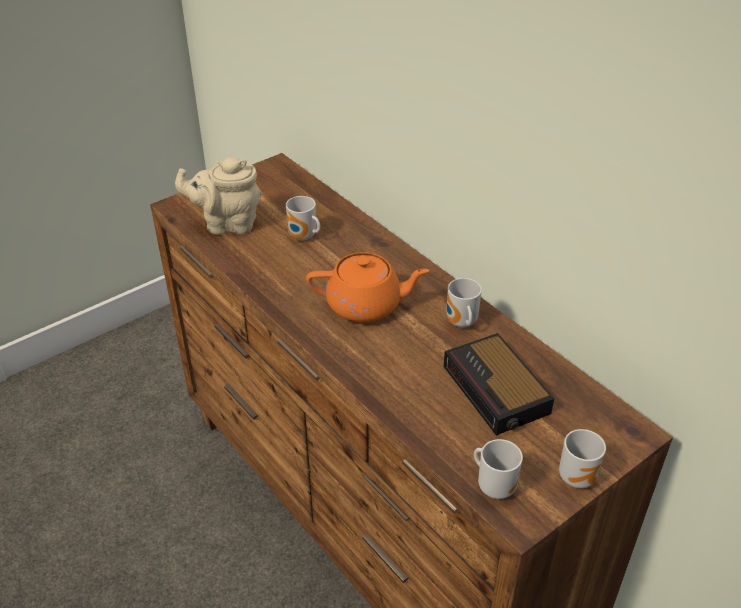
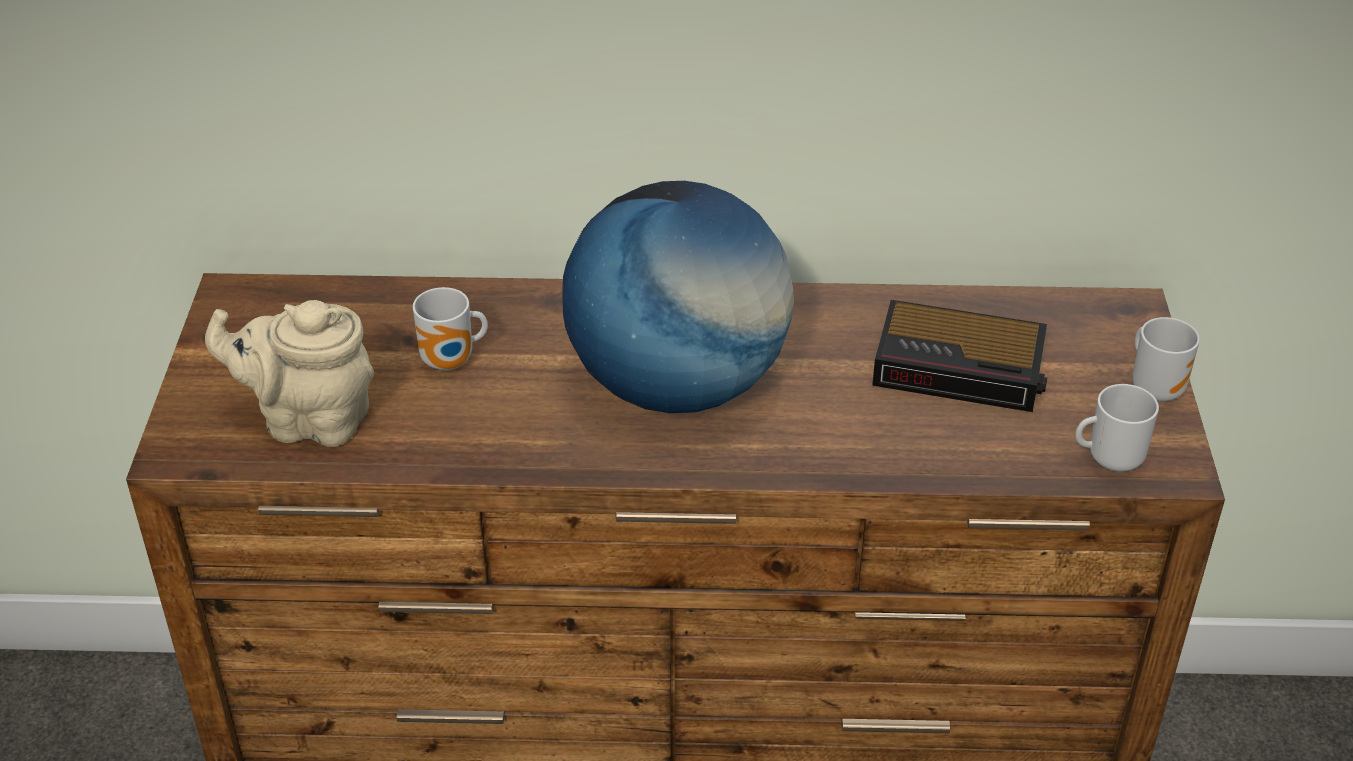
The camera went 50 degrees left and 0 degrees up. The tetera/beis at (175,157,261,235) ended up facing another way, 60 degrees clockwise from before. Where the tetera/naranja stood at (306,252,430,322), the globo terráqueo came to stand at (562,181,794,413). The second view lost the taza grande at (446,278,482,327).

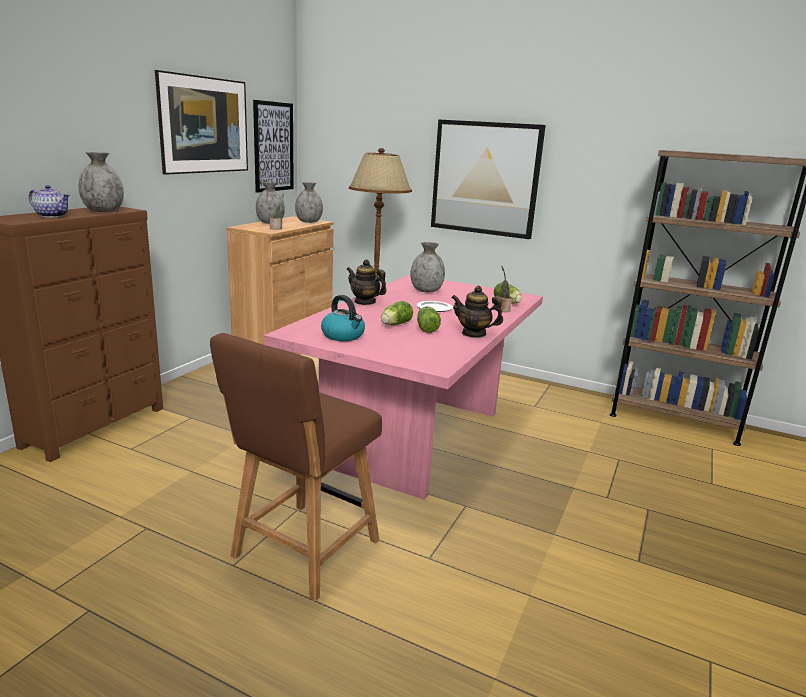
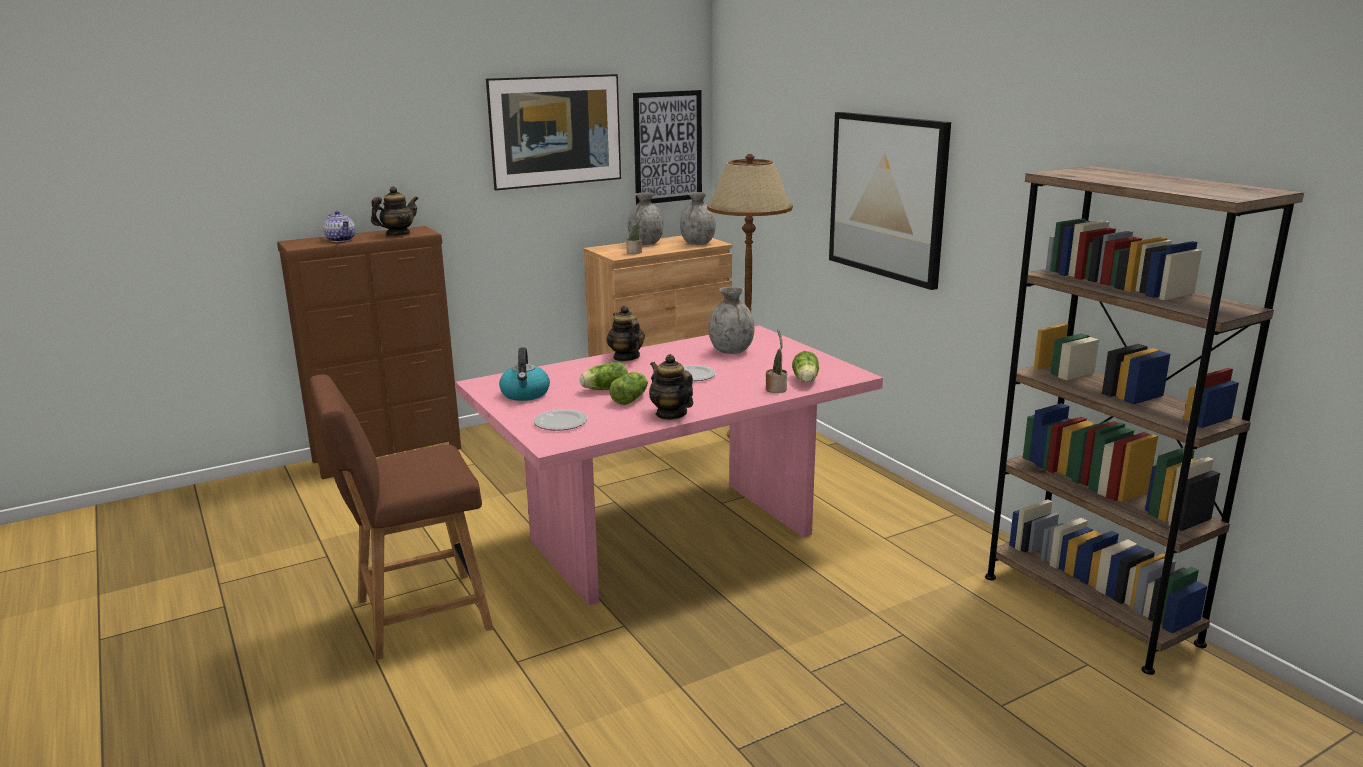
The camera went 35 degrees right and 0 degrees up. Where the florero/gris stood at (79,152,124,212), the tetera came to stand at (371,186,419,236). The second view gained the plato at (534,409,587,431).

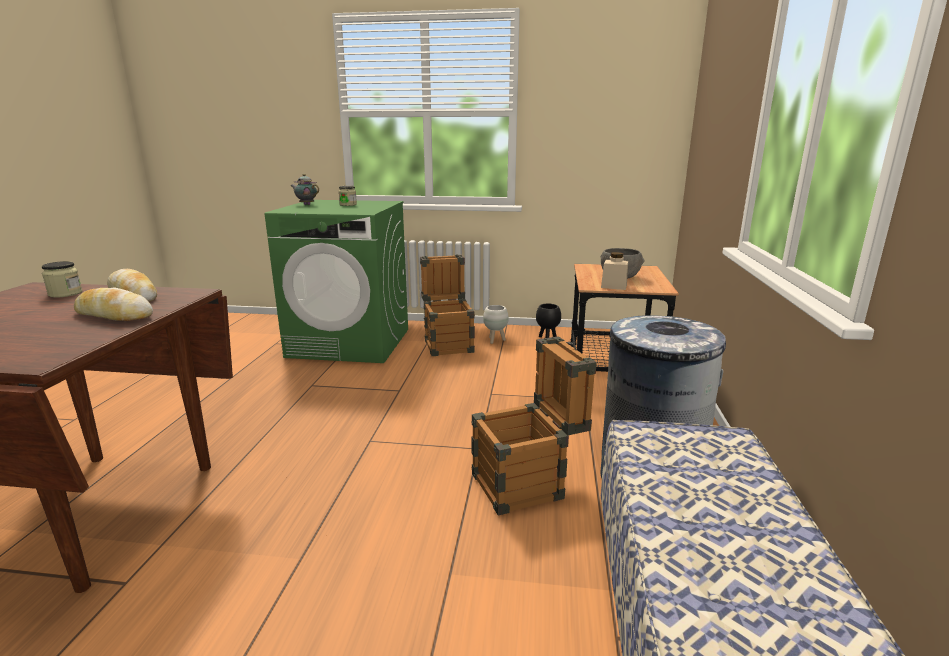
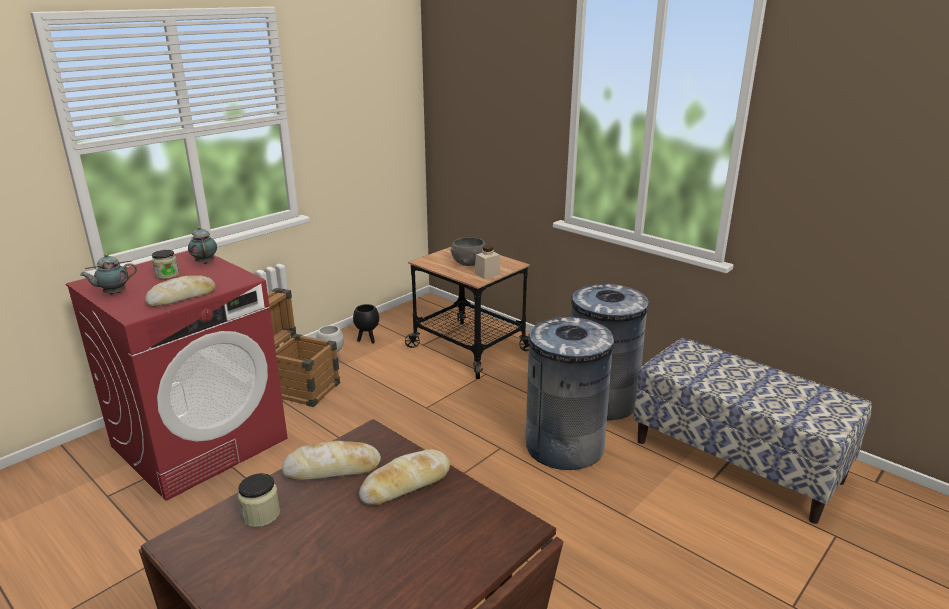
The camera went 55 degrees left and 5 degrees up. What was the lavadora/verde at (265,200,408,363) turned into the lavadora/rojo at (66,251,288,501). Where the caja de embalaje stood at (471,336,597,516), the papelera/gris came to stand at (525,317,614,470). The second view gained the tetera at (188,226,217,264). The second view gained the pan at (145,275,215,307).

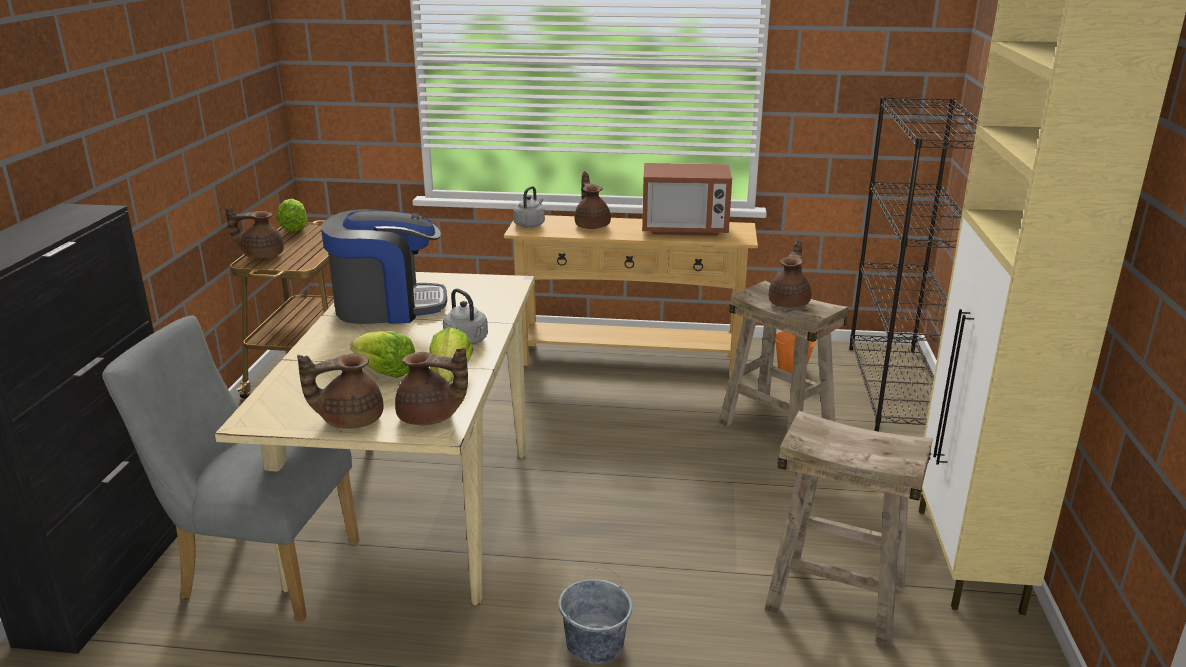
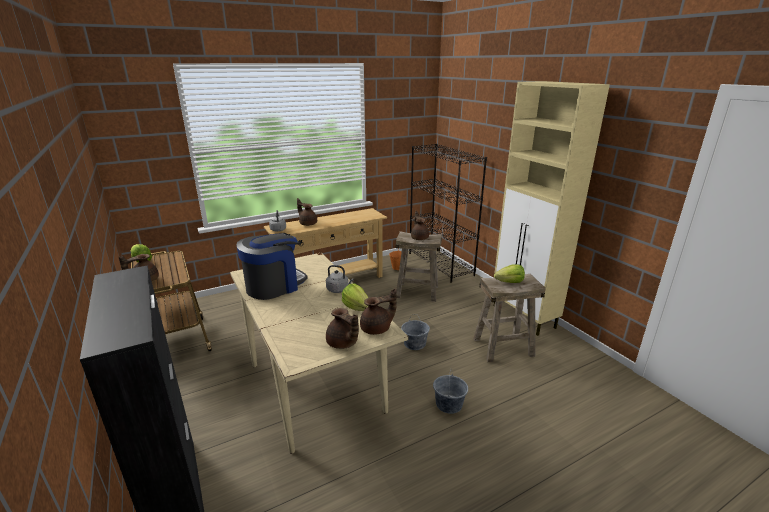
The camera went 35 degrees left and 0 degrees up. The second view lost the microondas at (642,163,732,236). The second view lost the silla/gris at (102,315,359,622). The lechuga ended up elsewhere, having gone from (350,331,415,378) to (494,264,525,283). The tetera/marrón at (297,354,383,429) ended up facing another way, 75 degrees counterclockwise from before. The second view gained the cubo/gris at (401,314,430,350).

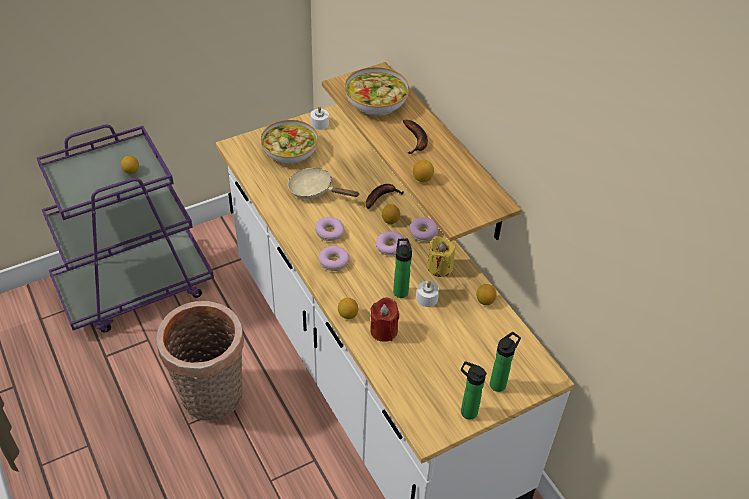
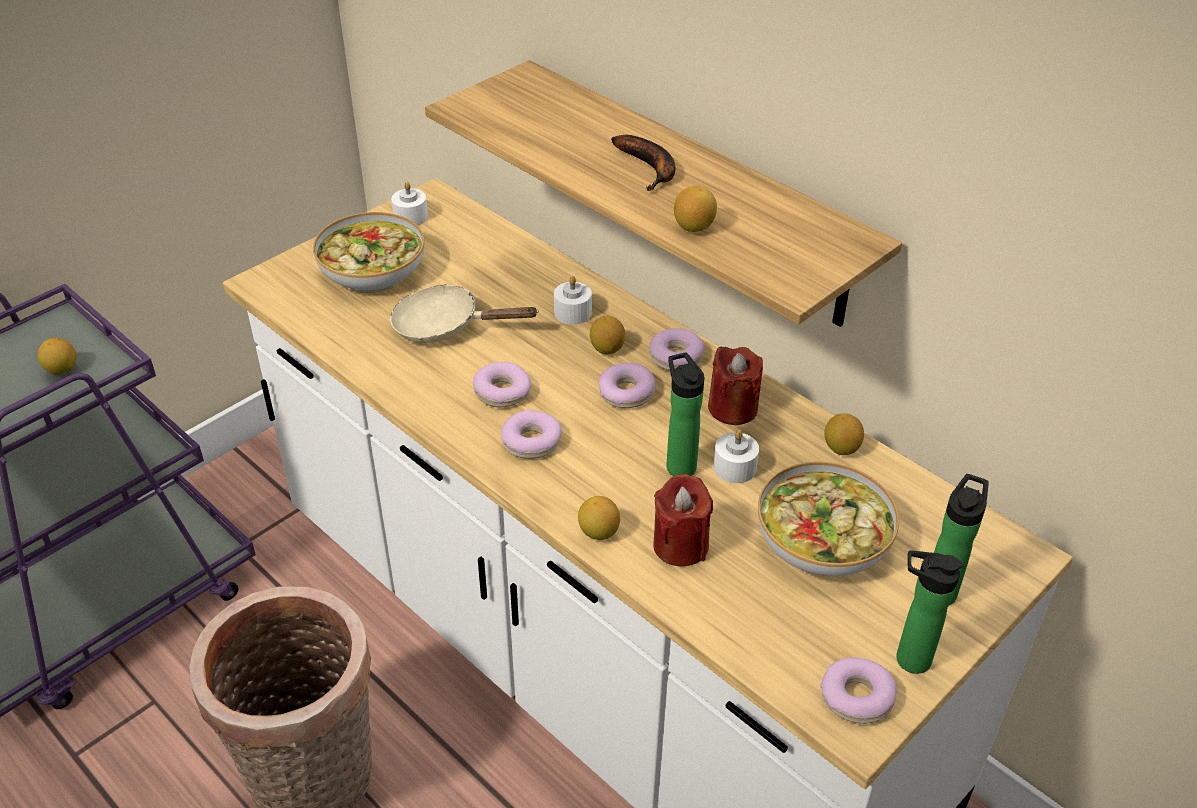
The camera went 15 degrees left and 5 degrees down. The cuenco ended up elsewhere, having gone from (345,67,409,116) to (758,462,899,576). Where the plátano stood at (366,184,404,209), the vela/blanco came to stand at (554,276,592,325). What was the vela/amarillo at (427,236,456,277) turned into the vela/rojo at (708,347,763,425). The second view gained the rosquilla at (820,657,897,724).

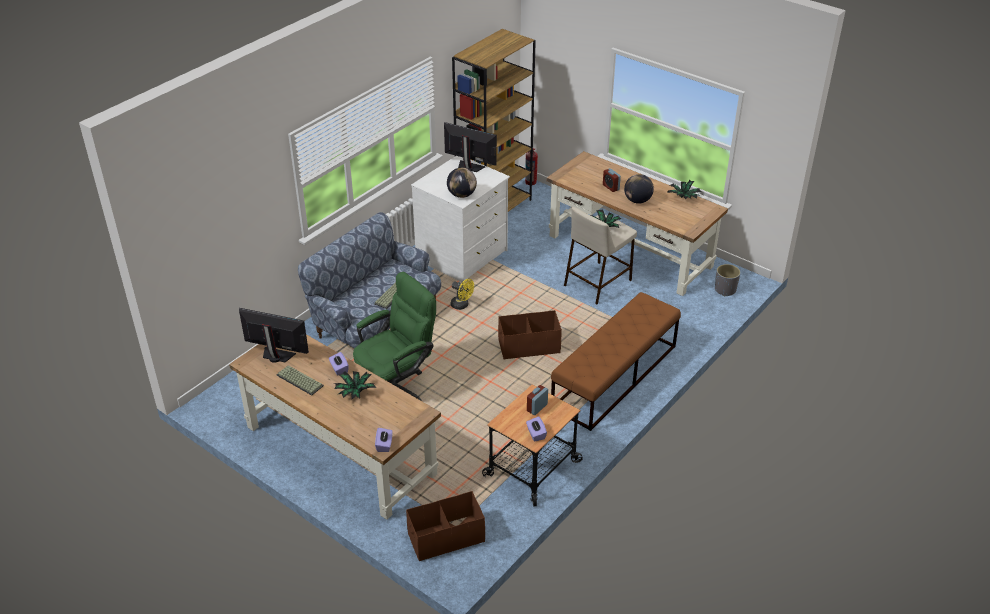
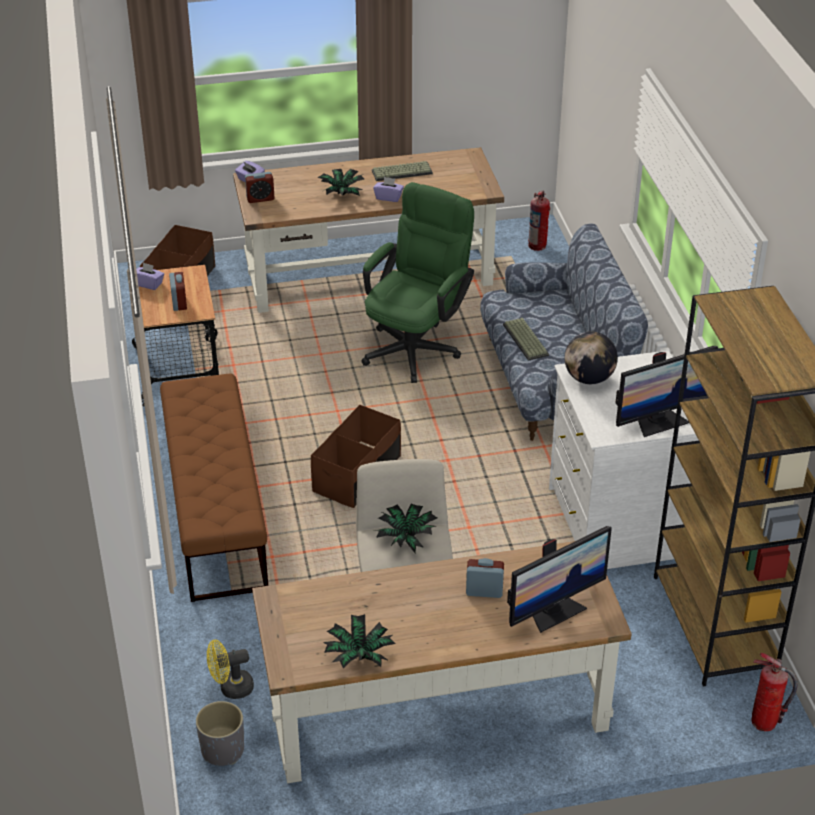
The camera went 130 degrees right and 0 degrees up. The second view lost the globo terráqueo at (624,174,654,204). The silla de oficina/verde at (353,272,436,401) ended up facing another way, 150 degrees counterclockwise from before. The ventilador/amarillo ended up elsewhere, having gone from (451,279,474,310) to (207,640,254,699). The monitor ended up elsewhere, having gone from (239,308,309,362) to (507,526,612,633). The second view gained the despertador at (245,172,275,203). The second view gained the extintor at (528,190,550,251).

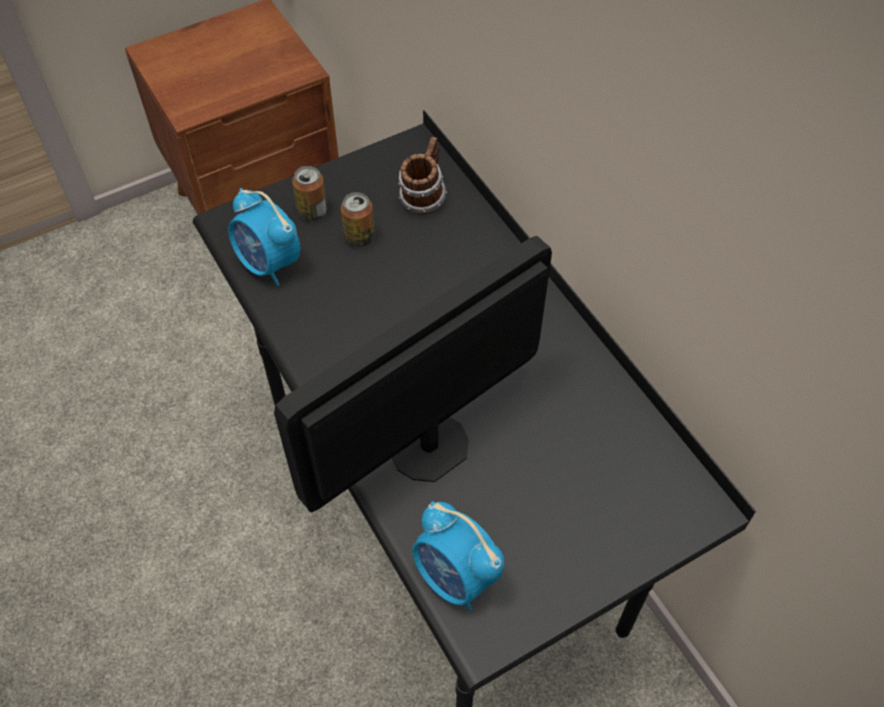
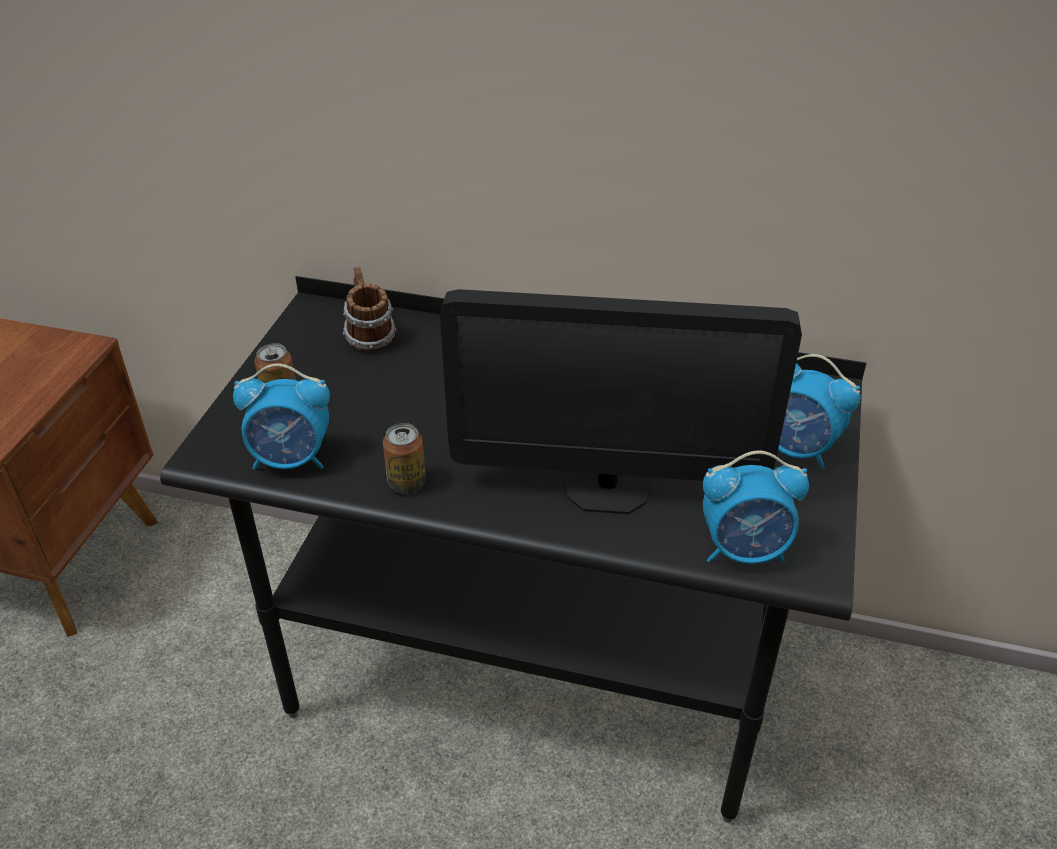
The camera went 45 degrees left and 15 degrees down. The lata ended up elsewhere, having gone from (341,192,375,247) to (383,423,426,494). The monitor at (274,236,552,513) ended up facing another way, 90 degrees counterclockwise from before. The second view gained the despertador at (778,354,860,469).

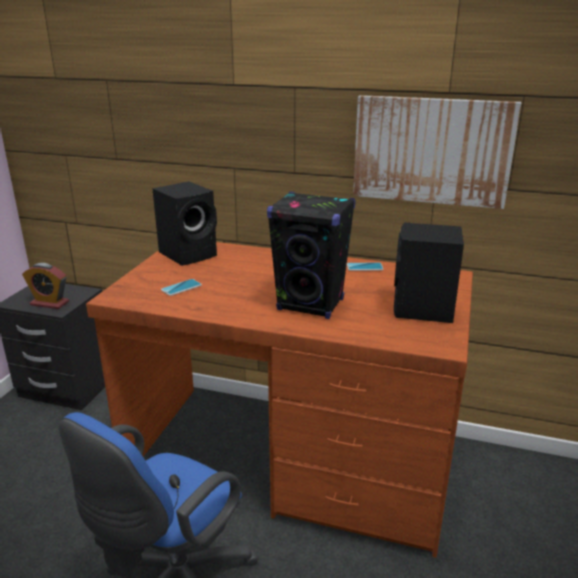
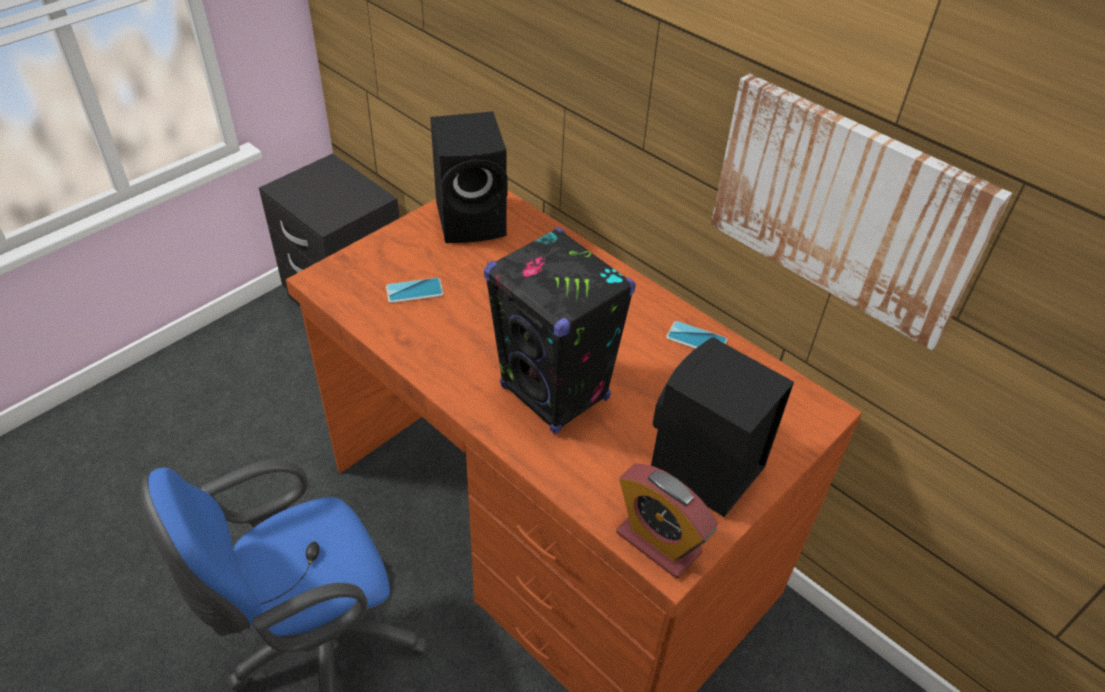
The camera went 25 degrees right and 20 degrees up. The despertador ended up elsewhere, having gone from (22,263,69,309) to (616,463,718,578).

